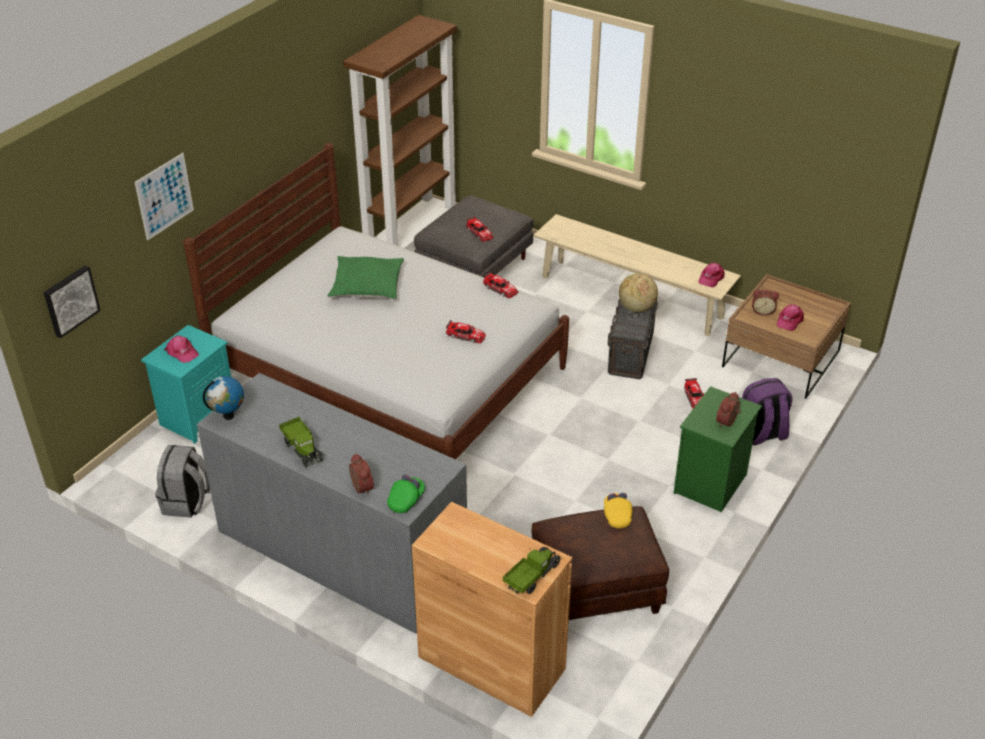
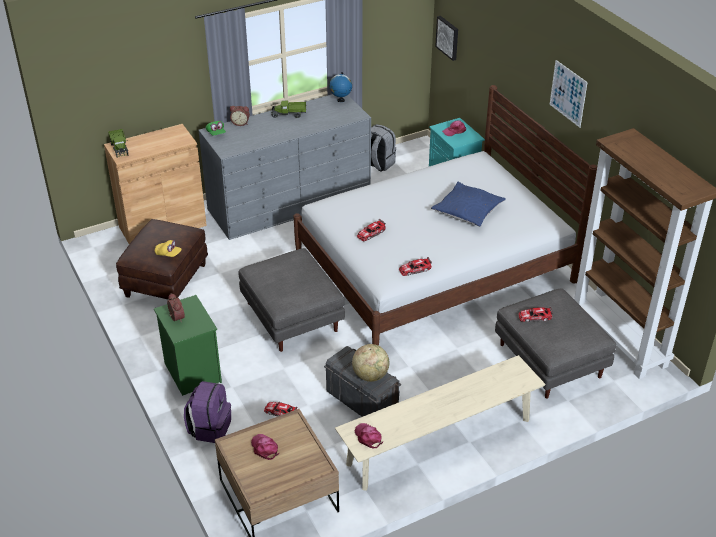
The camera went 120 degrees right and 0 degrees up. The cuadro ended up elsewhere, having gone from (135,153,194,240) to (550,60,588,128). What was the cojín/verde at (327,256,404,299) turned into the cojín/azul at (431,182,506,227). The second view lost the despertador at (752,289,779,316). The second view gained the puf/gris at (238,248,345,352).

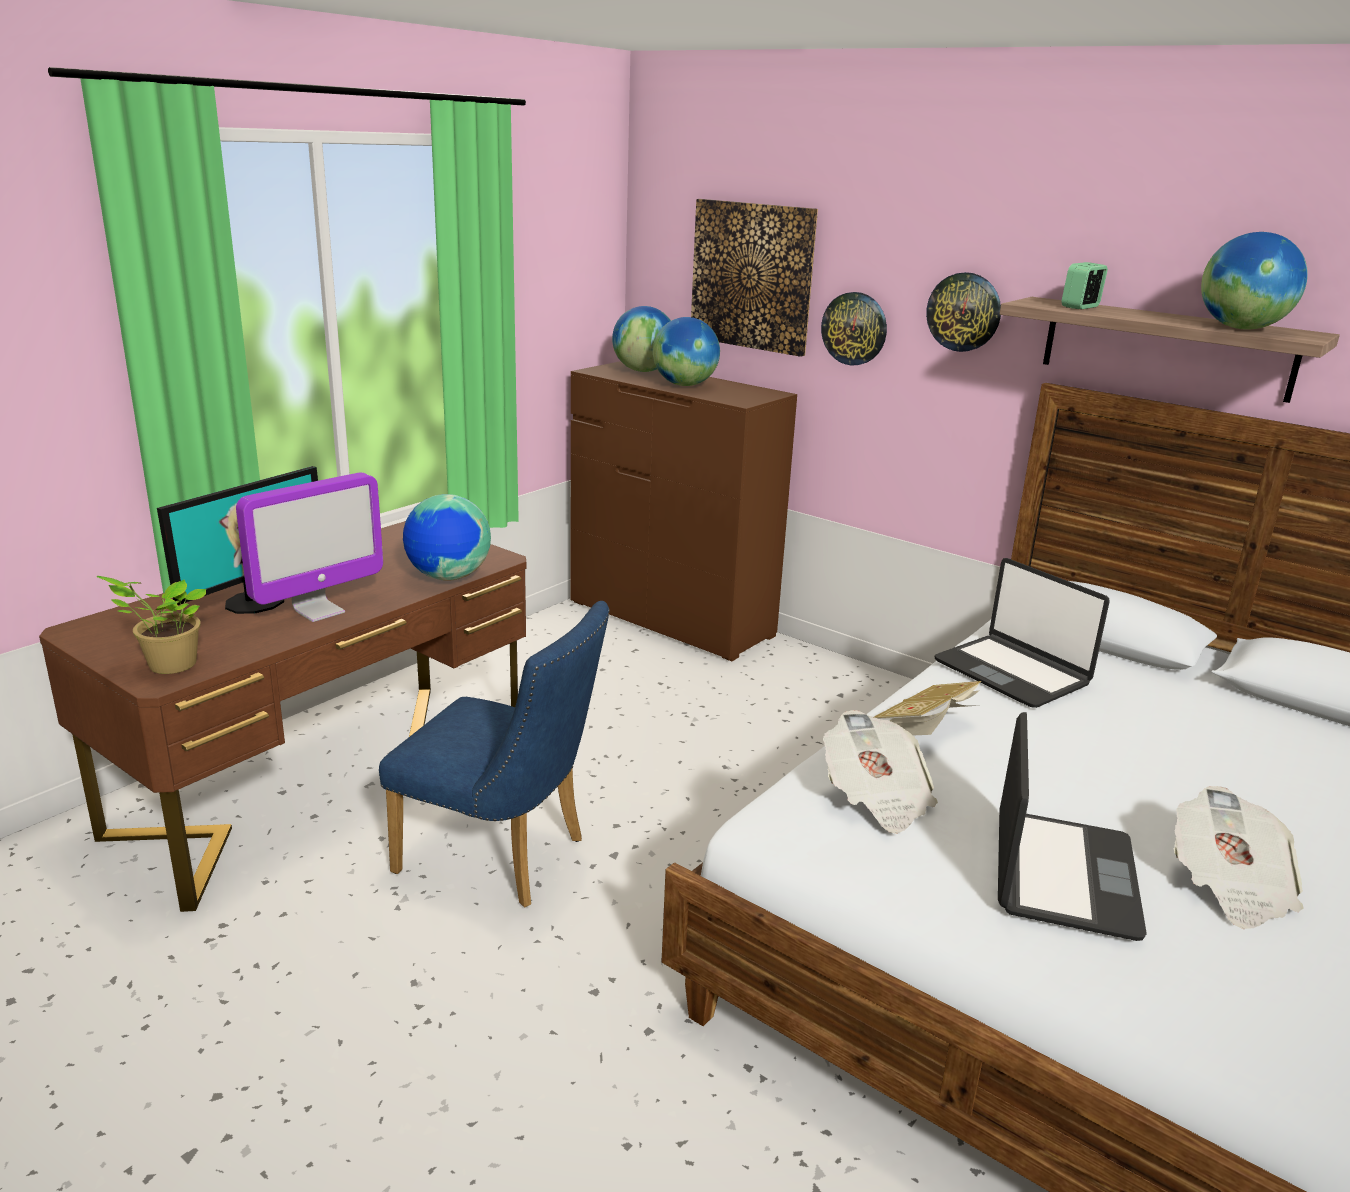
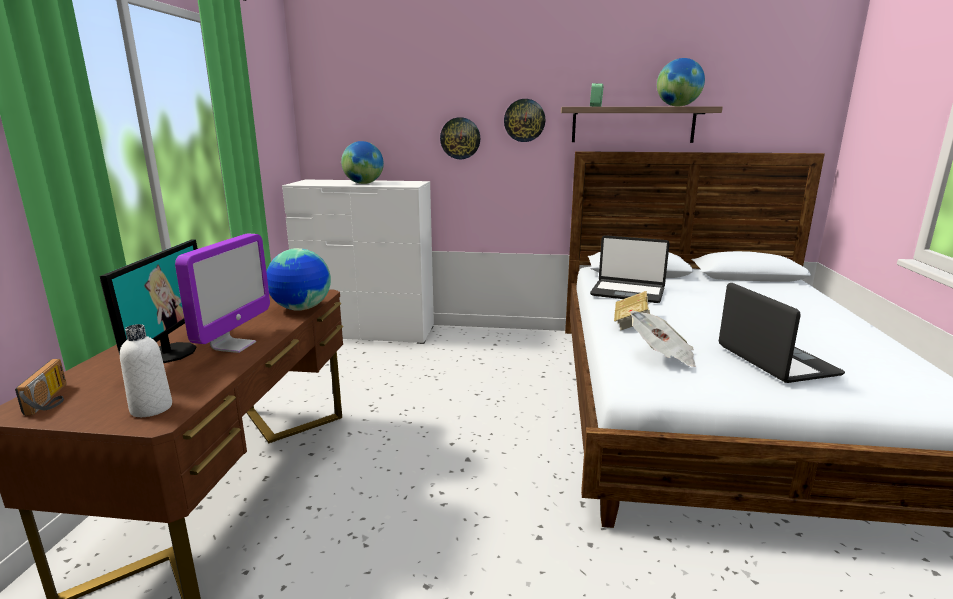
The camera went 30 degrees left and 5 degrees down. The second view lost the cuadro at (691,199,818,357). The second view lost the globo terráqueo at (612,306,671,372). What was the cómoda/marrón at (570,361,797,661) turned into the cómoda/blanco at (282,179,434,344). Where the planta en maceta stood at (96,576,206,674), the botella/blanco came to stand at (120,324,172,417). The second view lost the silla/azul at (379,601,610,908). The second view lost the periódico at (1173,786,1304,929). The second view gained the radio at (15,359,67,416).

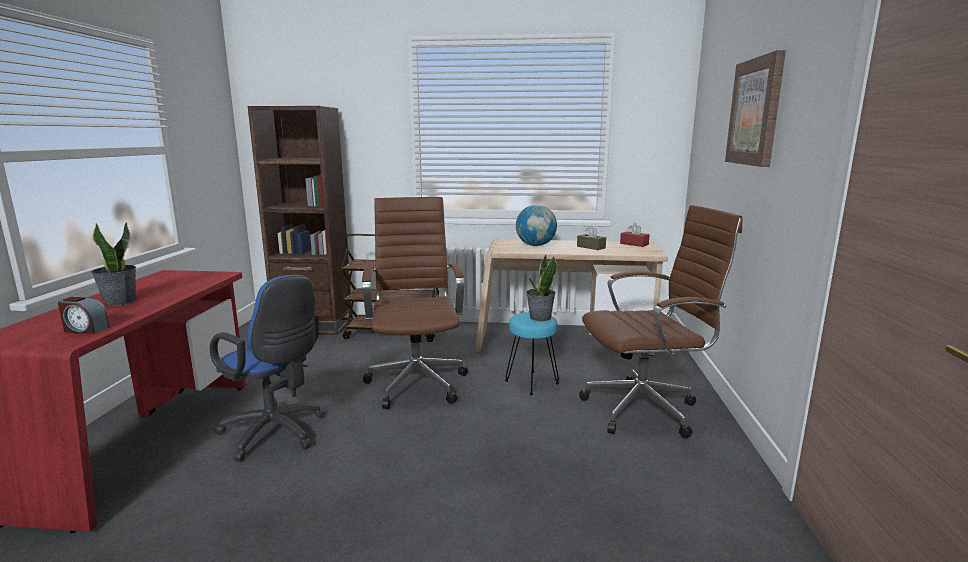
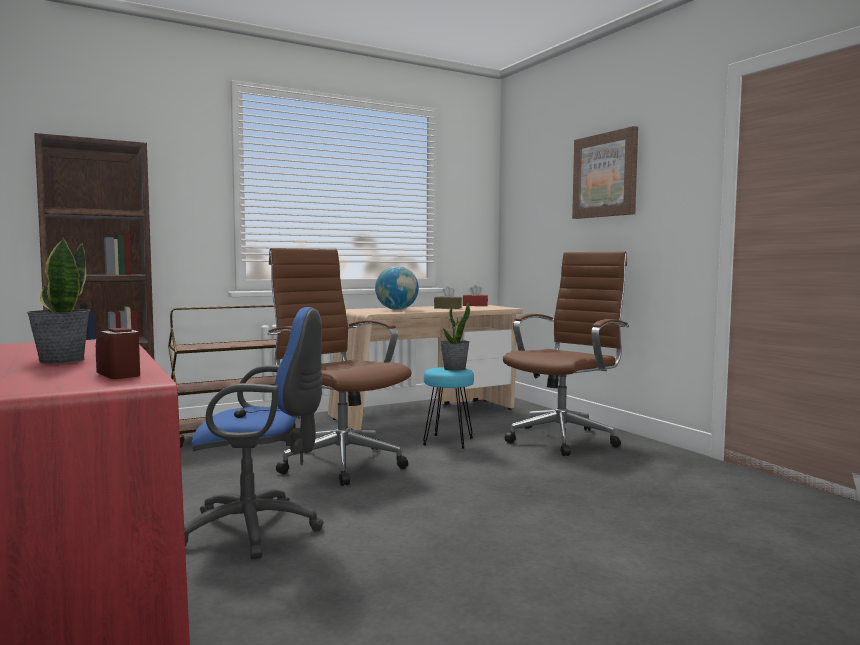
The camera went 35 degrees left and 10 degrees down. The despertador at (58,297,110,334) ended up facing another way, 105 degrees counterclockwise from before.

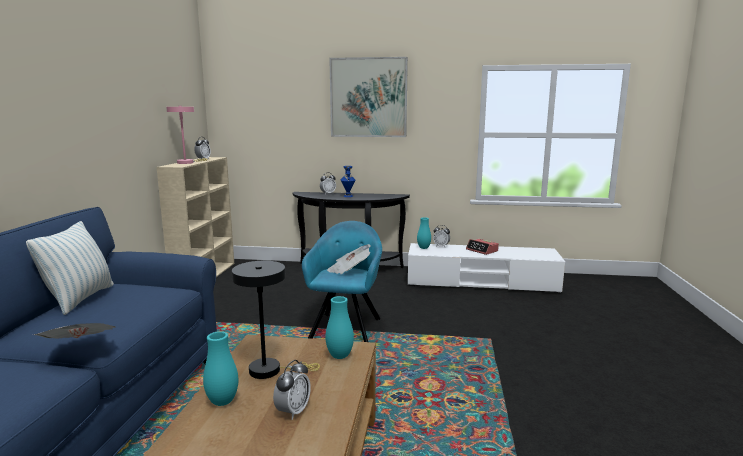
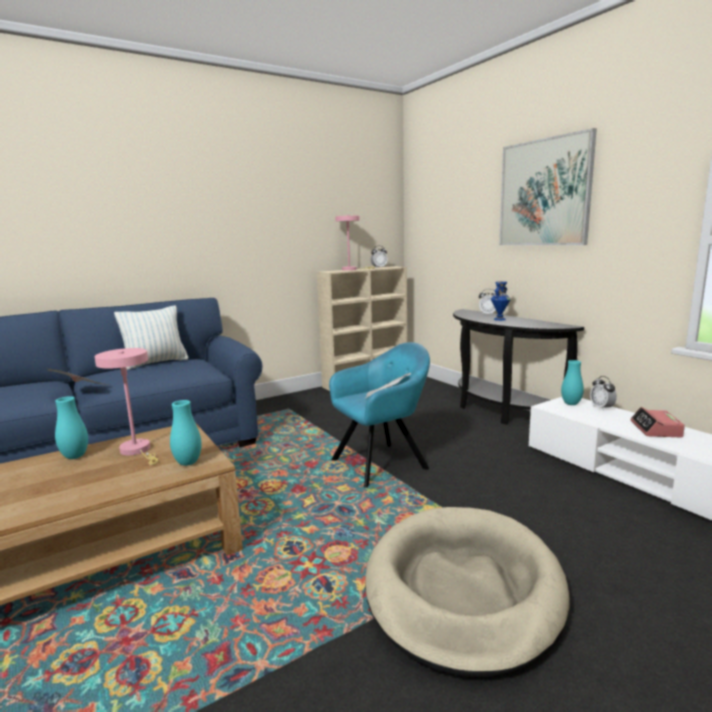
The camera went 50 degrees right and 0 degrees up. What was the lámpara de mesa/negro at (232,261,320,379) turned into the lámpara de mesa/rosa at (95,348,158,465). The second view lost the despertador at (273,360,311,420). The second view gained the cama para perro/beis at (365,507,570,678).

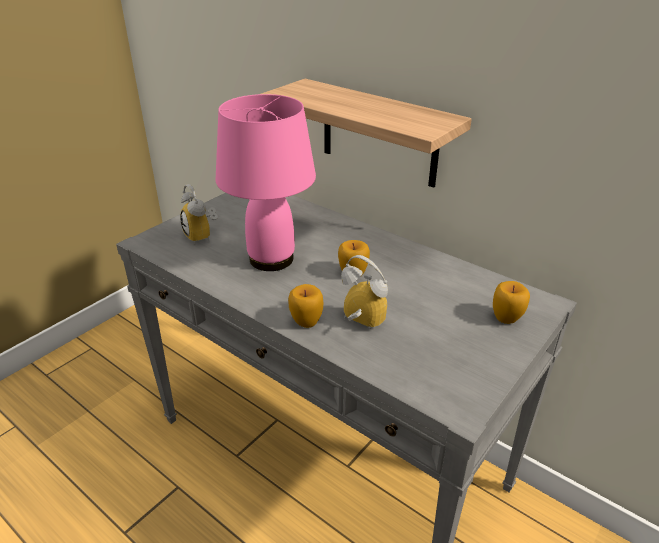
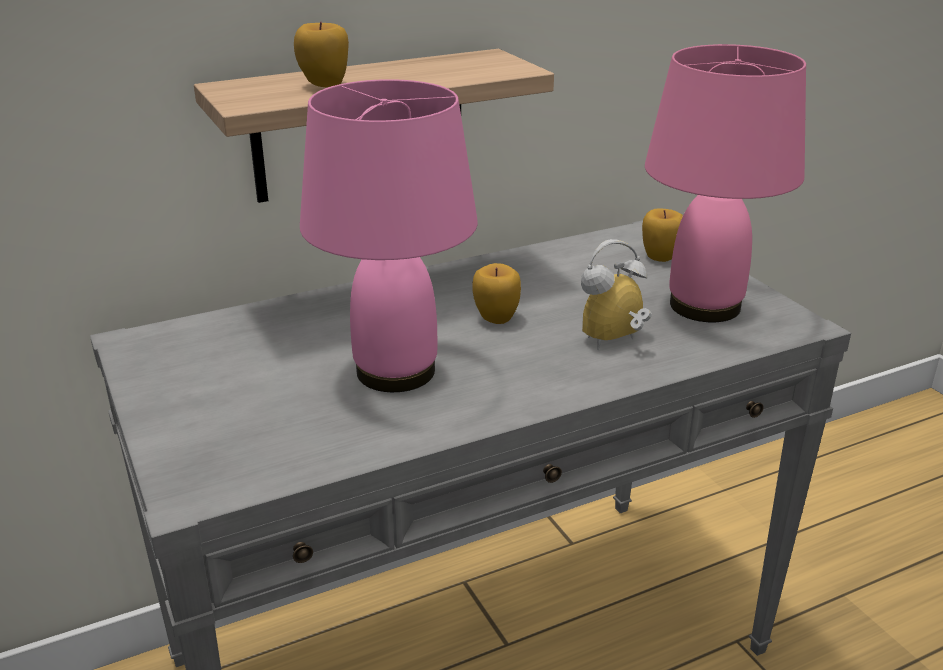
The camera went 65 degrees left and 5 degrees down. The second view lost the despertador at (180,184,218,244). The manzana ended up elsewhere, having gone from (288,284,323,328) to (294,22,349,87). The second view gained the lámpara de mesa/rosa at (645,44,806,322).

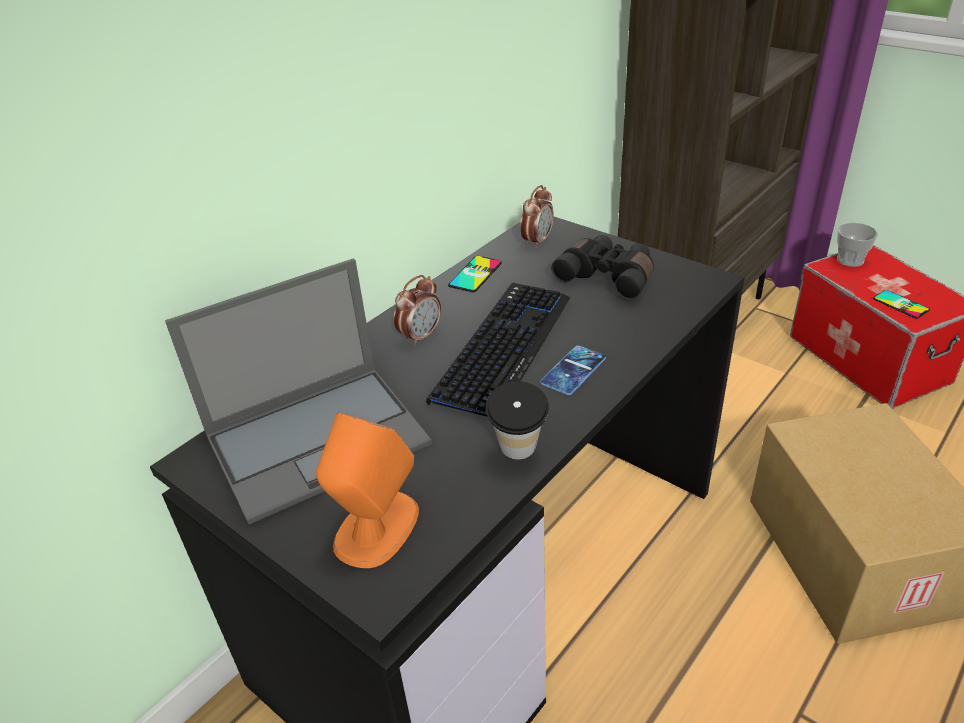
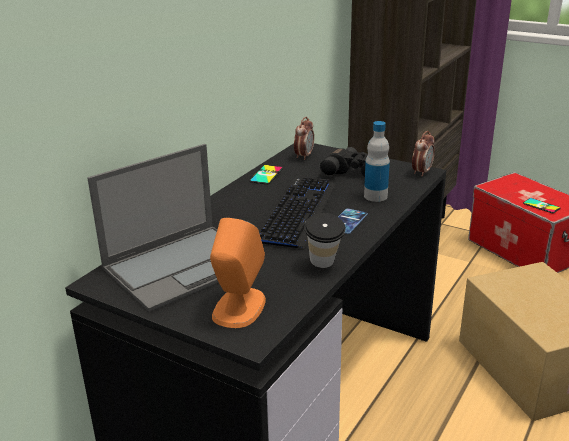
The camera went 10 degrees left and 10 degrees down. The second view lost the taza at (837,223,878,267). The despertador ended up elsewhere, having gone from (394,275,441,347) to (412,131,435,177). The second view gained the botella at (364,121,390,202).

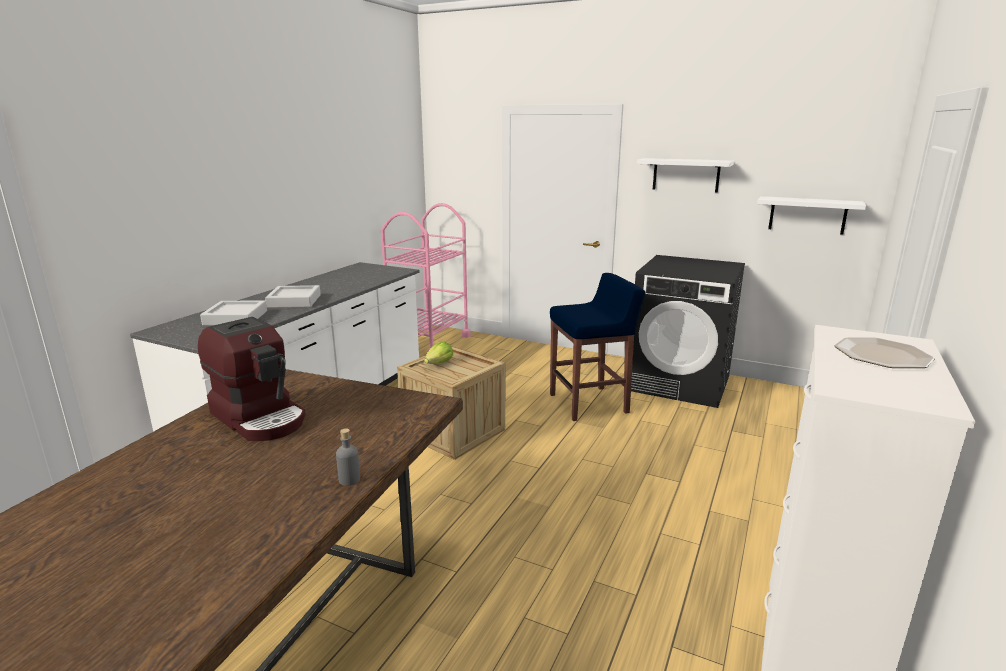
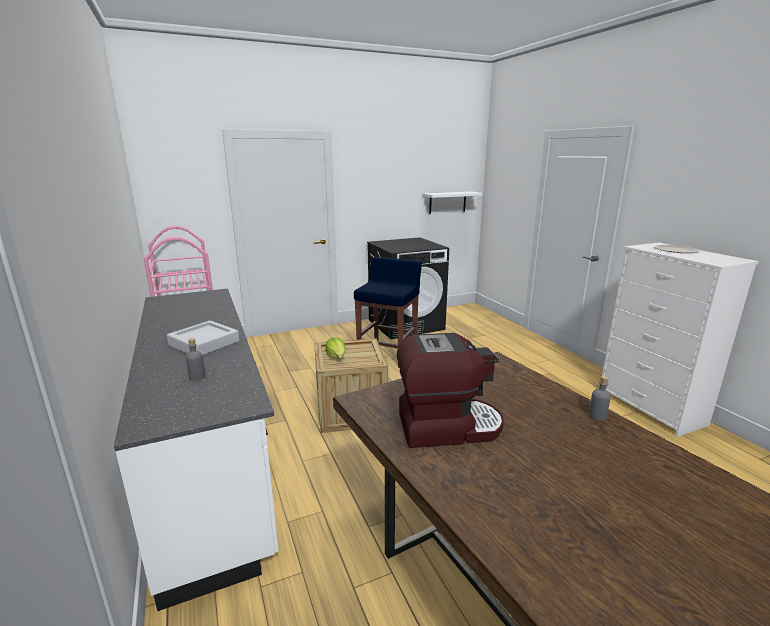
The camera went 50 degrees left and 0 degrees up. The second view lost the estante/blanco at (637,158,734,193). Where the bandeja/gris stood at (200,301,267,326), the botella/gris came to stand at (186,338,205,381).

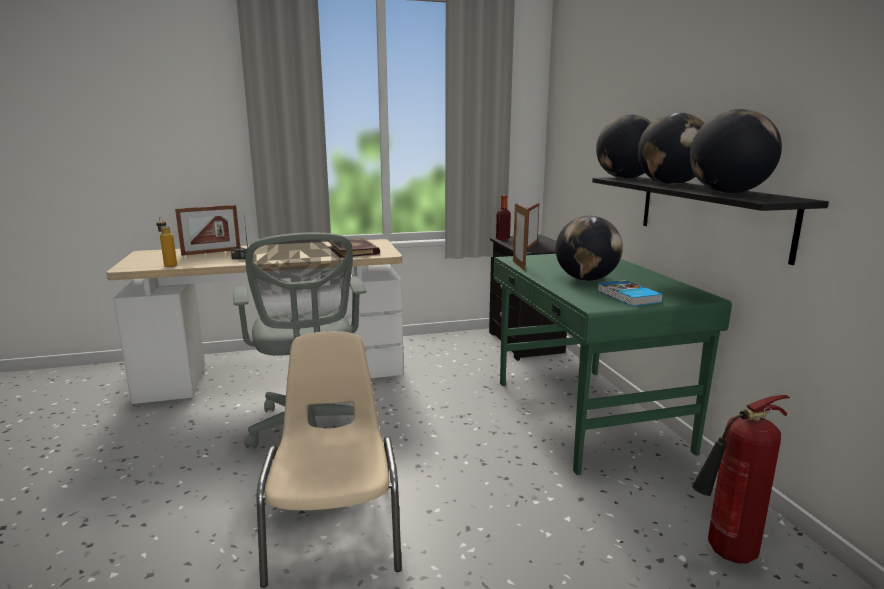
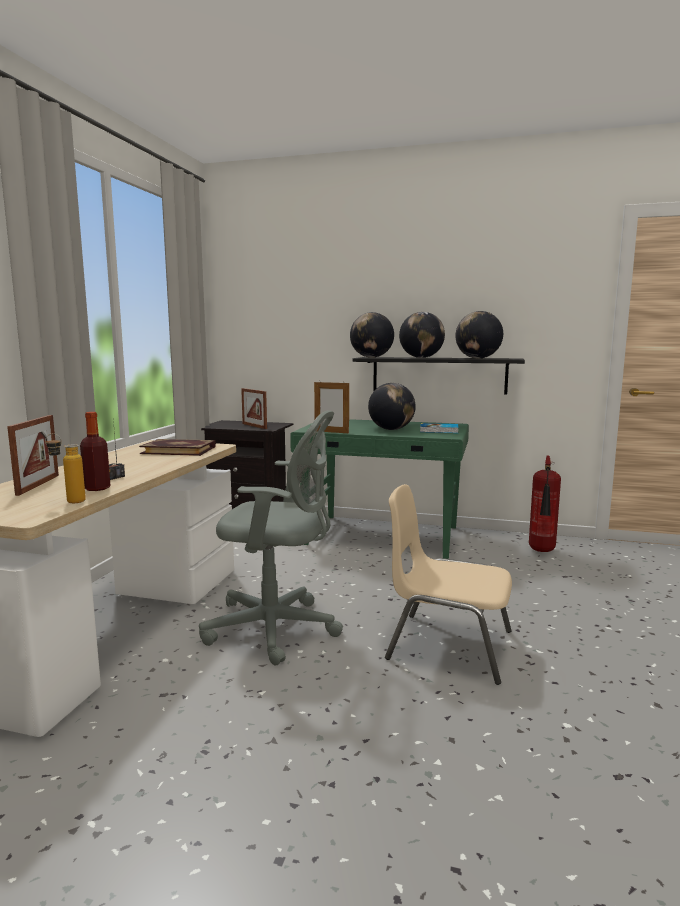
The camera went 60 degrees left and 5 degrees down. The botella ended up elsewhere, having gone from (496,195,511,240) to (80,412,111,491).

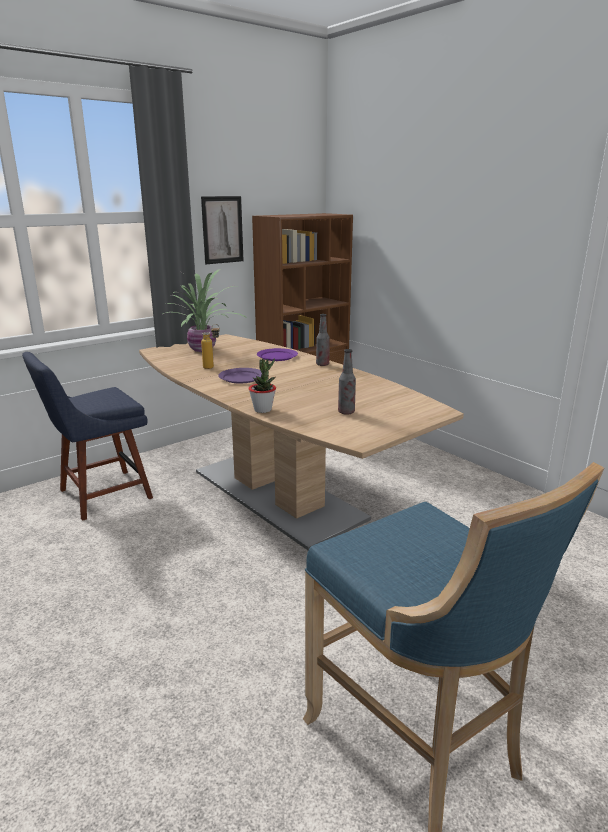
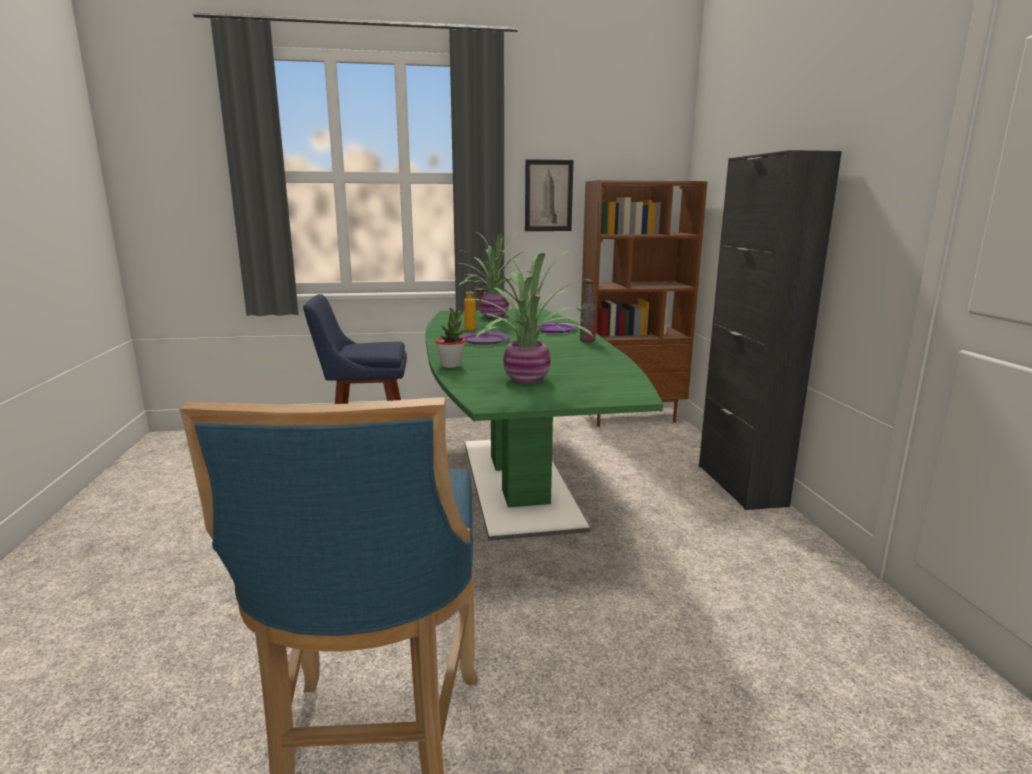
The camera went 30 degrees right and 5 degrees down. What was the mesa de comedor/marrón at (139,334,464,550) turned into the mesa de comedor/verde at (426,308,663,541). Where the botella stood at (338,349,356,415), the planta en maceta came to stand at (467,250,594,384). The second view gained the armario/negro at (699,150,842,510).

